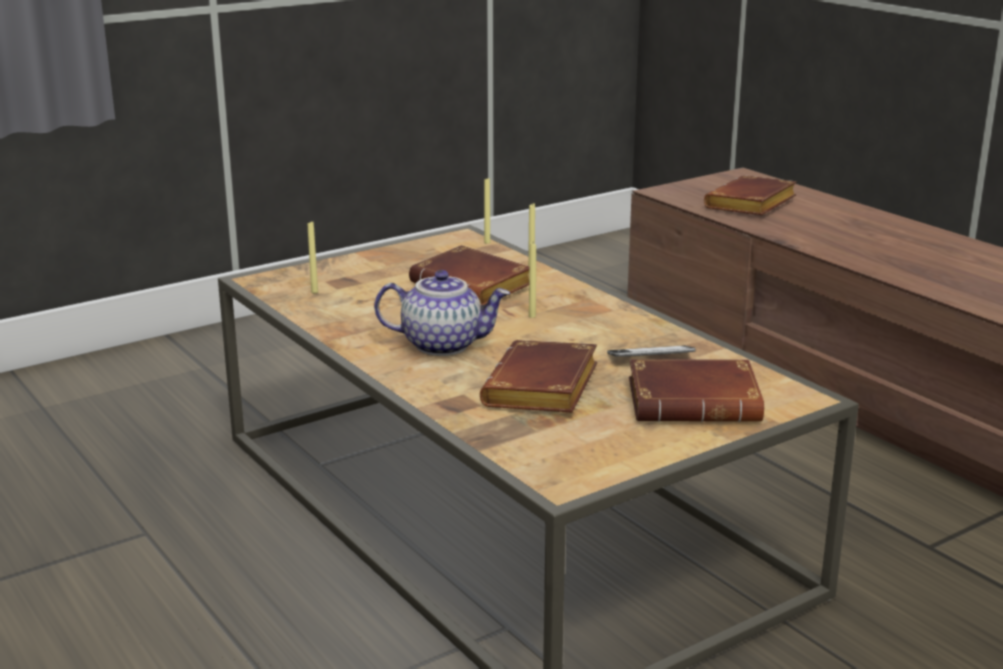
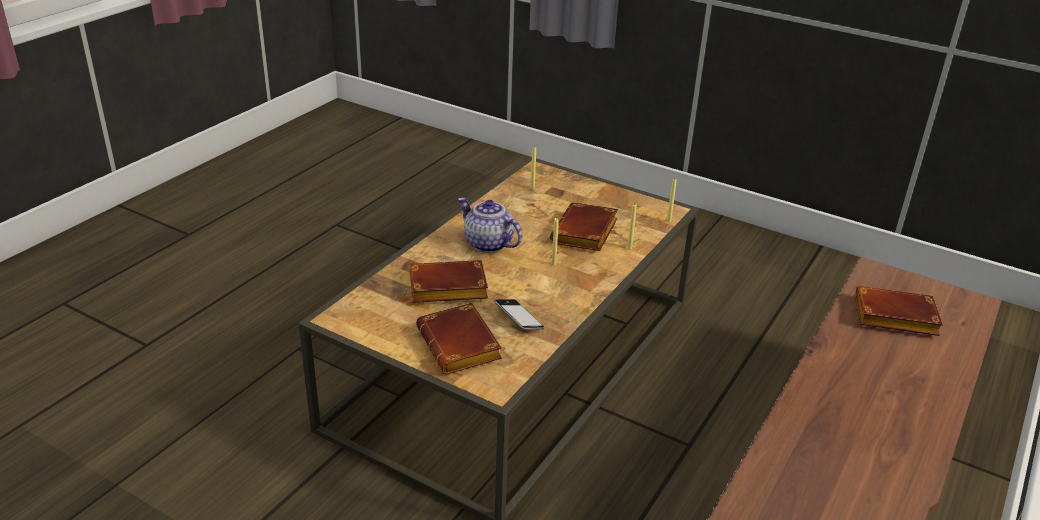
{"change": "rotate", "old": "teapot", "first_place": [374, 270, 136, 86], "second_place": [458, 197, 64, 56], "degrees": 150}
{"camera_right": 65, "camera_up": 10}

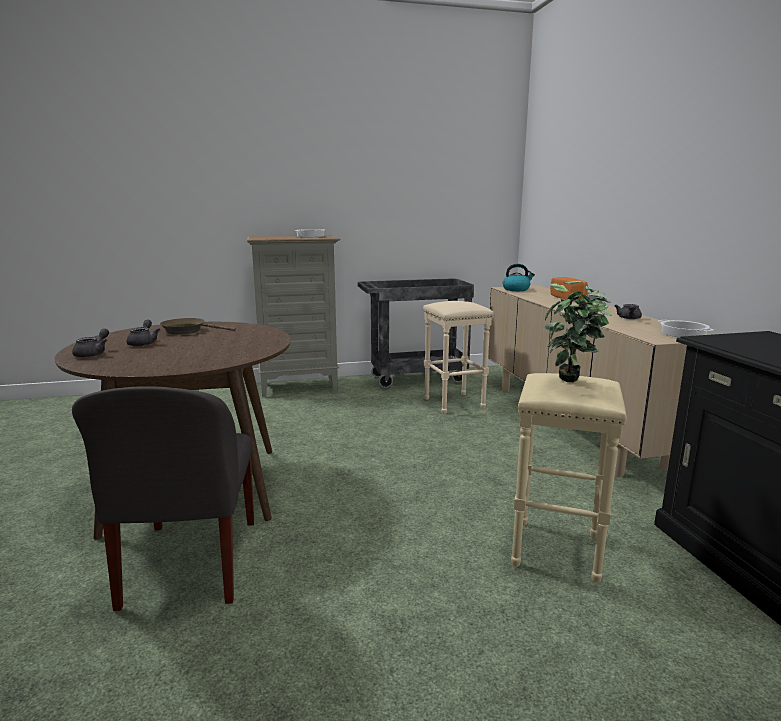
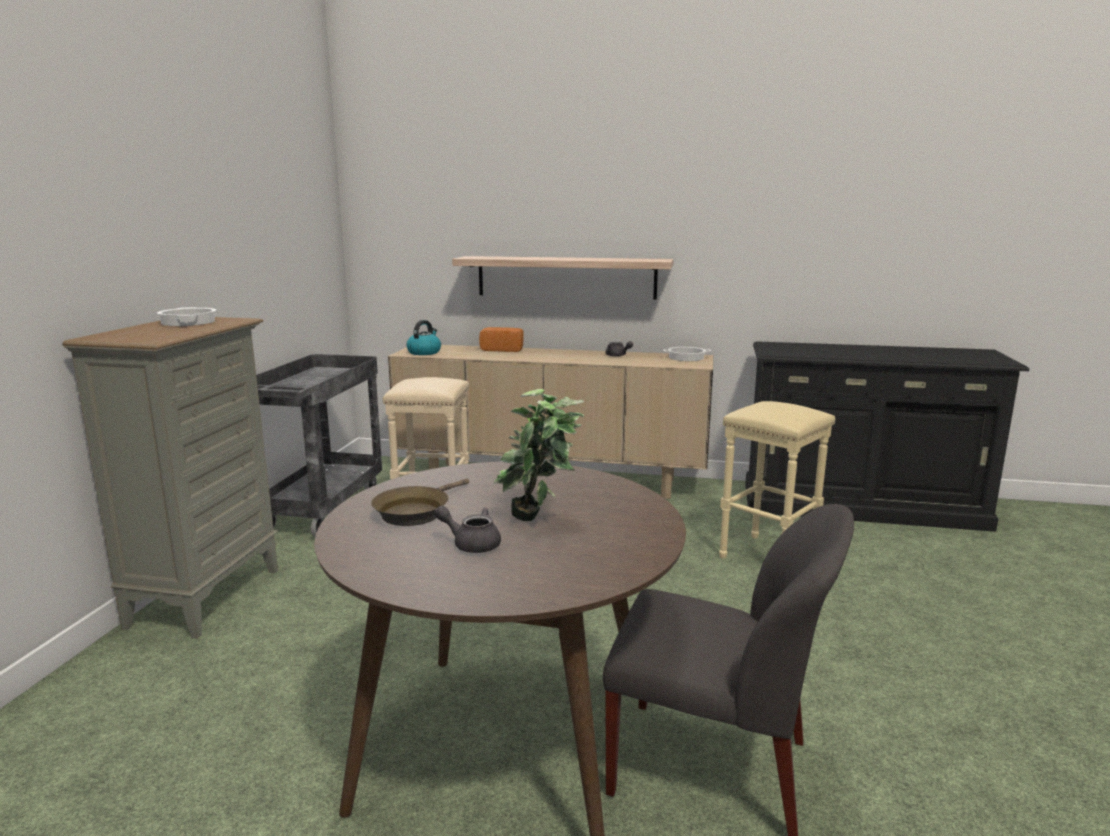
{"change": "move", "old": "plant in a pot", "first_place": [545, 281, 66, 101], "second_place": [494, 389, 90, 132]}
{"change": "delete", "old": "teapot (grey)", "first_place": [72, 328, 37, 30]}
{"change": "insert", "new": "wall shelf", "second_place": [452, 256, 221, 43]}
{"camera_right": -65, "camera_up": 0}

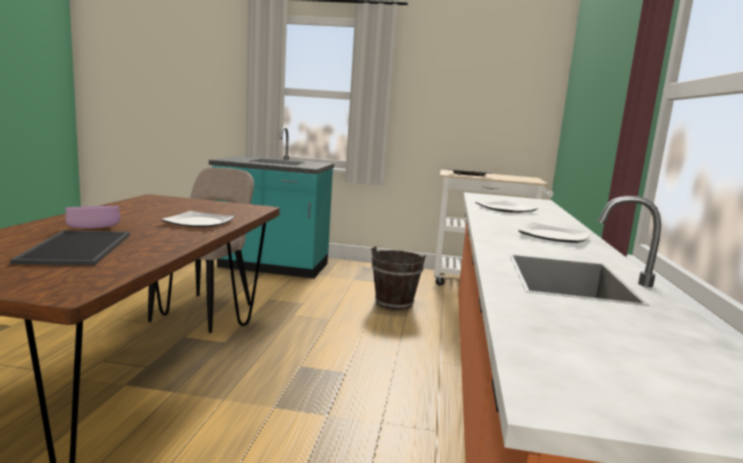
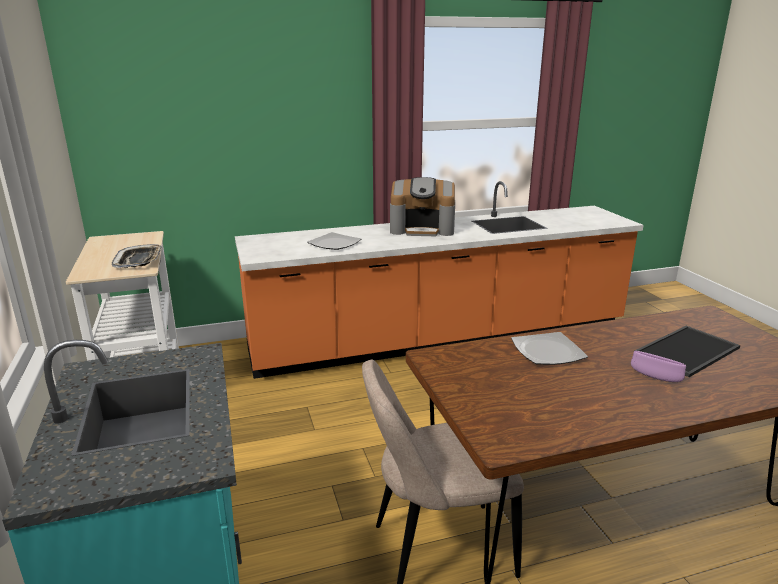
{"change": "replace", "old": "dinner plate", "new": "coffee maker", "first_place": [518, 222, 71, 21], "second_place": [390, 177, 65, 59]}
{"change": "delete", "old": "bucket (brown)", "first_place": [371, 246, 55, 64]}
{"camera_right": -115, "camera_up": 10}

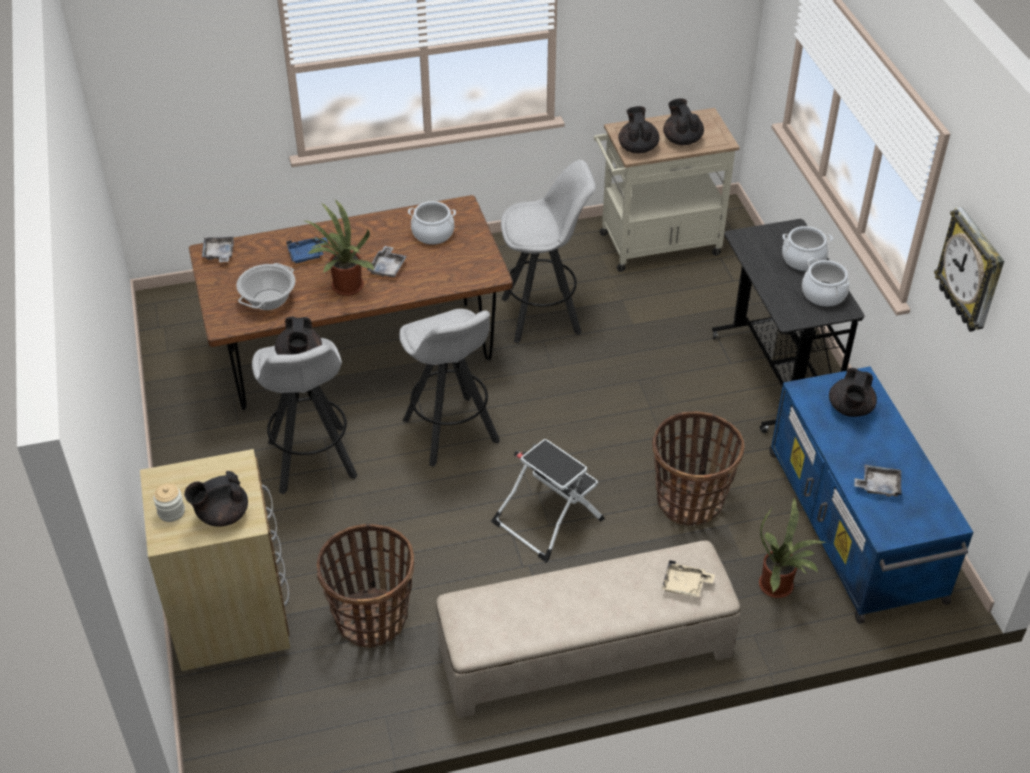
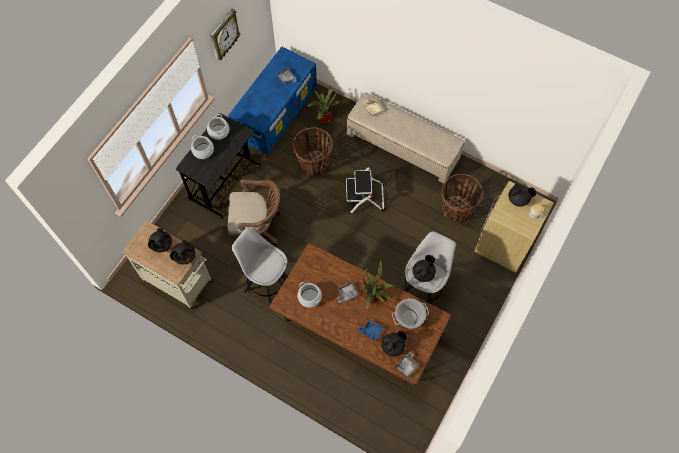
{"change": "delete", "old": "stool seat (grey)", "first_place": [399, 309, 101, 158]}
{"change": "move", "old": "teapot (black-coloured)", "first_place": [829, 368, 48, 49], "second_place": [381, 330, 26, 27]}
{"change": "insert", "new": "desk chair (brown)", "second_place": [221, 180, 59, 67]}
{"camera_right": -135, "camera_up": 20}

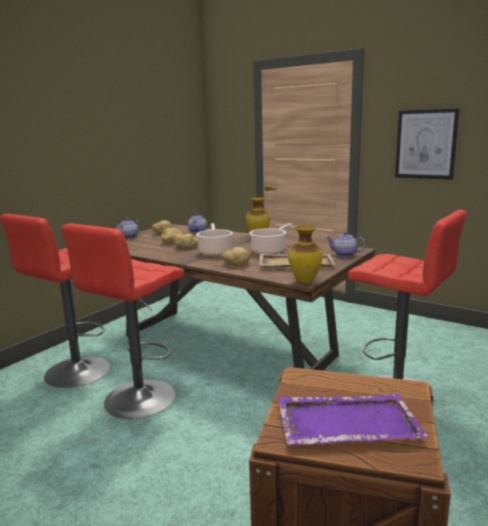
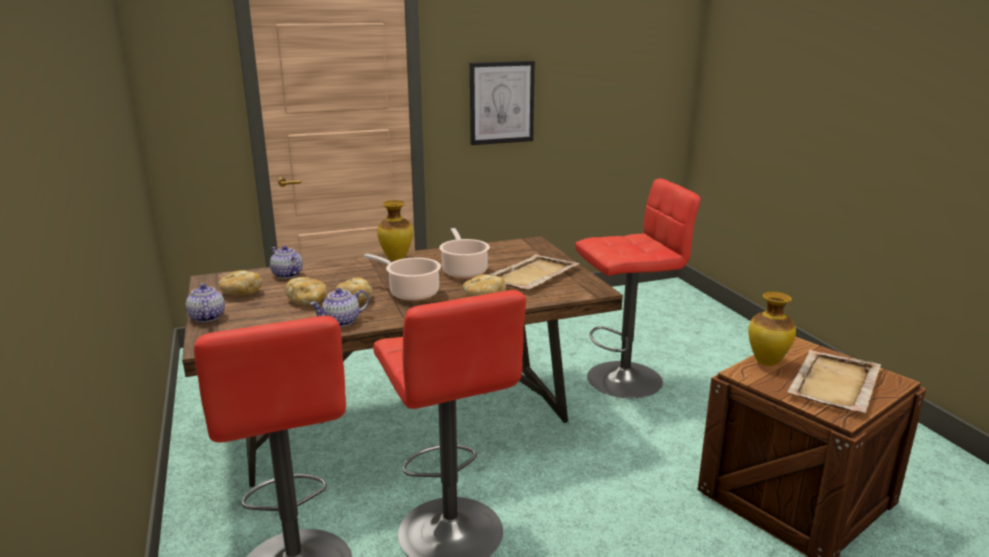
{"change": "move", "old": "vase", "first_place": [288, 225, 35, 59], "second_place": [748, 291, 48, 75]}
{"change": "move", "old": "teapot", "first_place": [326, 232, 39, 25], "second_place": [310, 288, 59, 39]}
{"change": "recolor", "old": "serving tray (purple-coloured)", "new": "serving tray (beige)", "first_place": [278, 393, 150, 52], "second_place": [787, 350, 94, 63]}
{"camera_right": -55, "camera_up": 5}

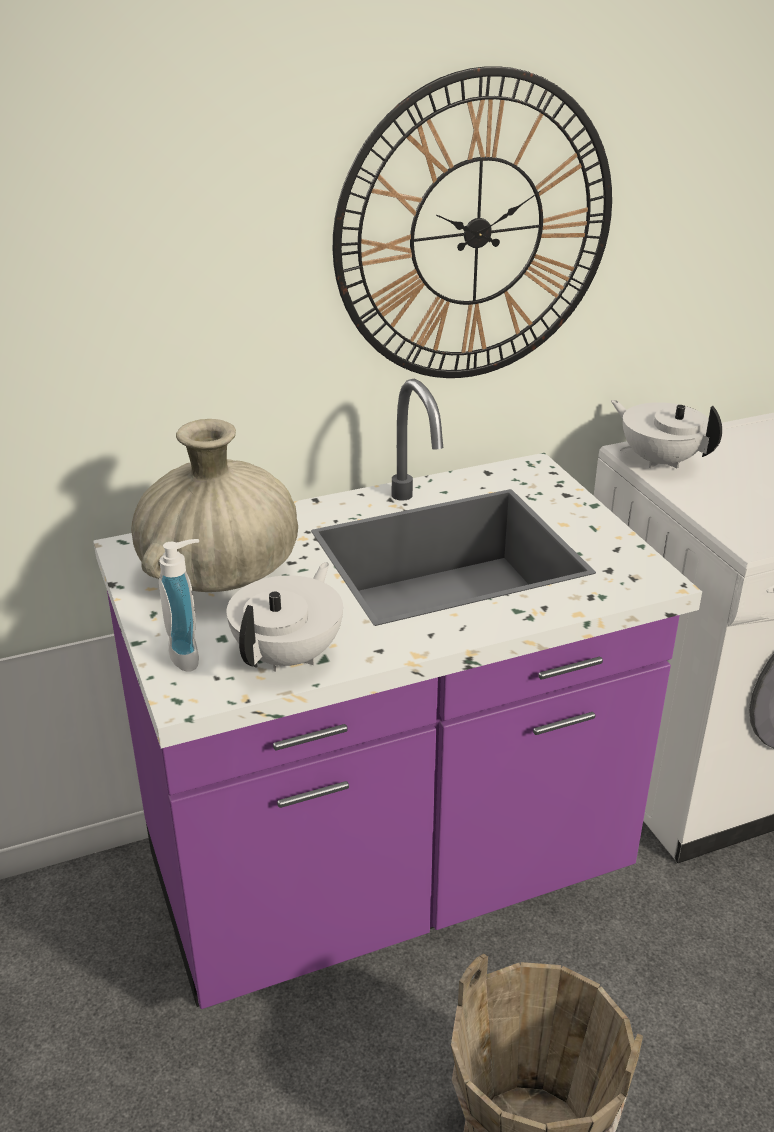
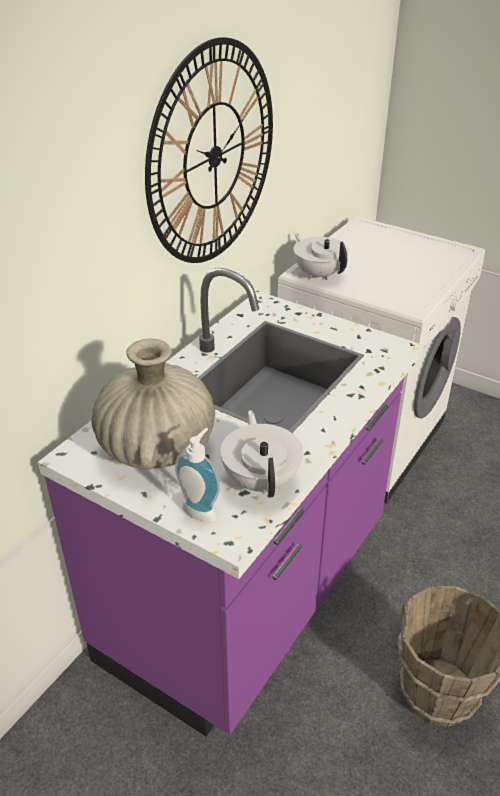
{"change": "rotate", "old": "teapot (white-coloured)", "first_place": [611, 400, 111, 68], "second_place": [293, 233, 56, 47], "degrees": 45}
{"camera_right": -35, "camera_up": 5}

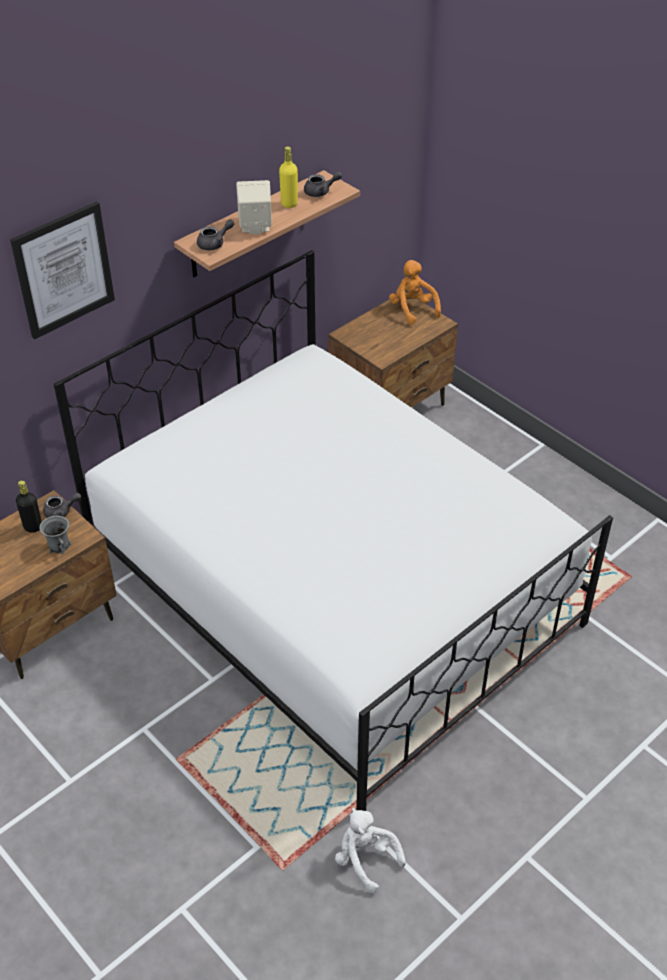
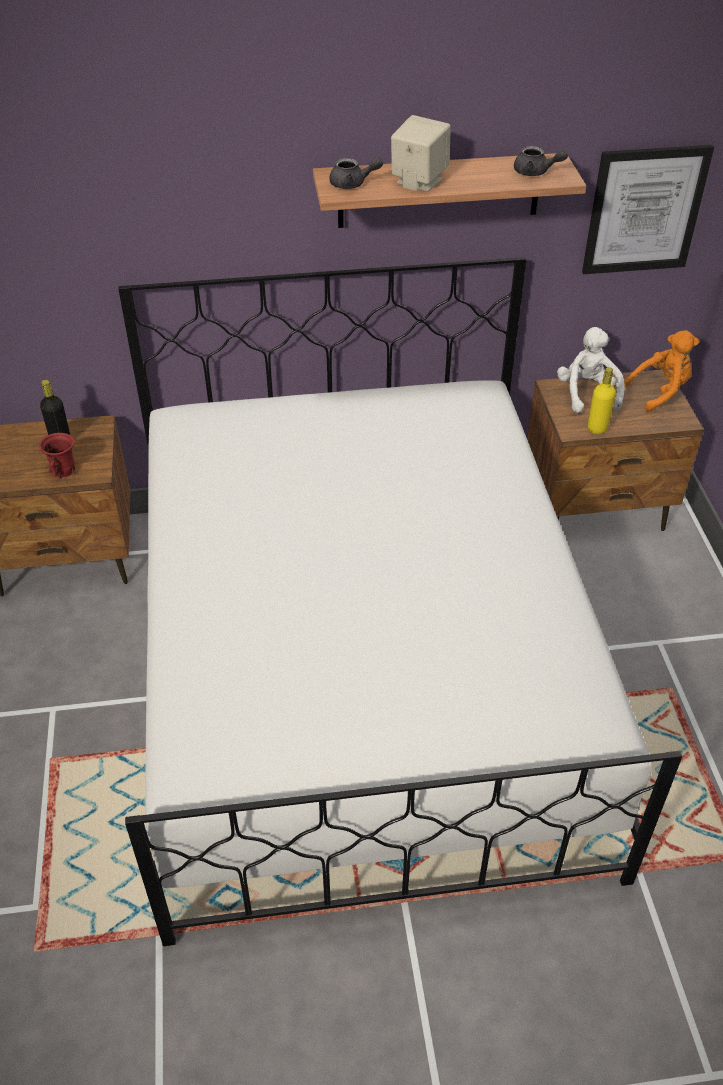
{"change": "move", "old": "drink bottle (yellow)", "first_place": [279, 146, 19, 62], "second_place": [588, 367, 28, 67]}
{"change": "move", "old": "wall art", "first_place": [10, 201, 105, 138], "second_place": [582, 145, 132, 129]}
{"change": "rotate", "old": "soft toy (orange-coloured)", "first_place": [389, 260, 52, 65], "second_place": [624, 330, 75, 82], "degrees": 60}
{"change": "delete", "old": "teapot (grey)", "first_place": [43, 493, 38, 25]}
{"change": "recolor", "old": "tea mug (grey)", "new": "tea mug (red-coloured)", "first_place": [39, 516, 32, 38], "second_place": [39, 433, 37, 46]}
{"change": "move", "old": "soft toy (white-coloured)", "first_place": [335, 808, 71, 85], "second_place": [557, 327, 68, 86]}
{"camera_right": 35, "camera_up": 0}

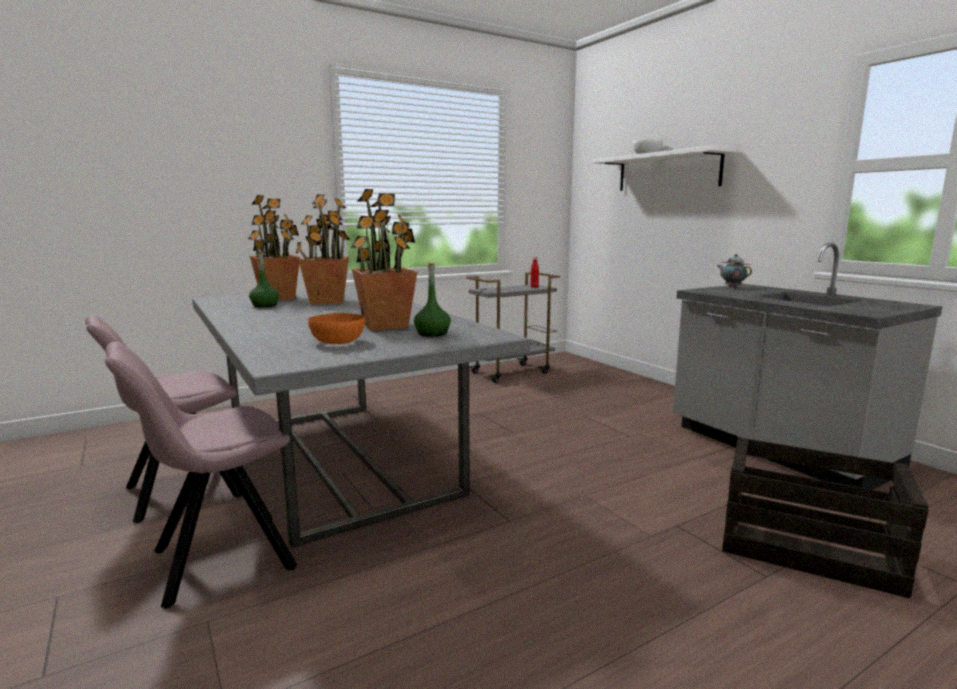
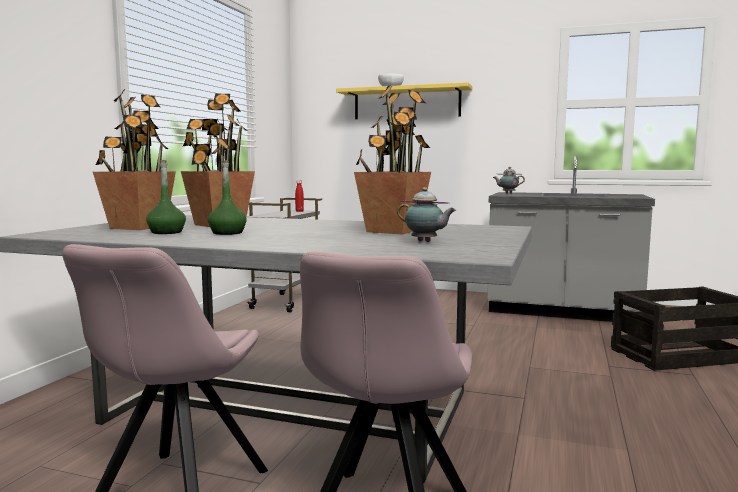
{"change": "recolor", "old": "wall shelf (white-coloured)", "new": "wall shelf (yellow)", "first_place": [593, 145, 144, 46], "second_place": [336, 82, 136, 37]}
{"change": "move", "old": "drink bottle (green-coloured)", "first_place": [414, 263, 37, 74], "second_place": [208, 160, 39, 75]}
{"change": "replace", "old": "serving bowl (orange-coloured)", "new": "teapot", "first_place": [308, 313, 57, 31], "second_place": [397, 187, 59, 55]}
{"camera_right": -40, "camera_up": -5}

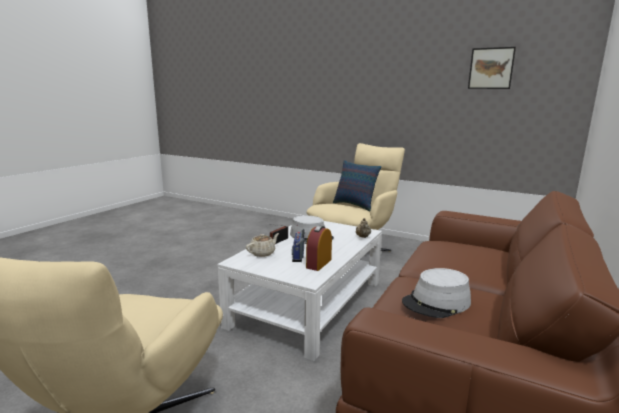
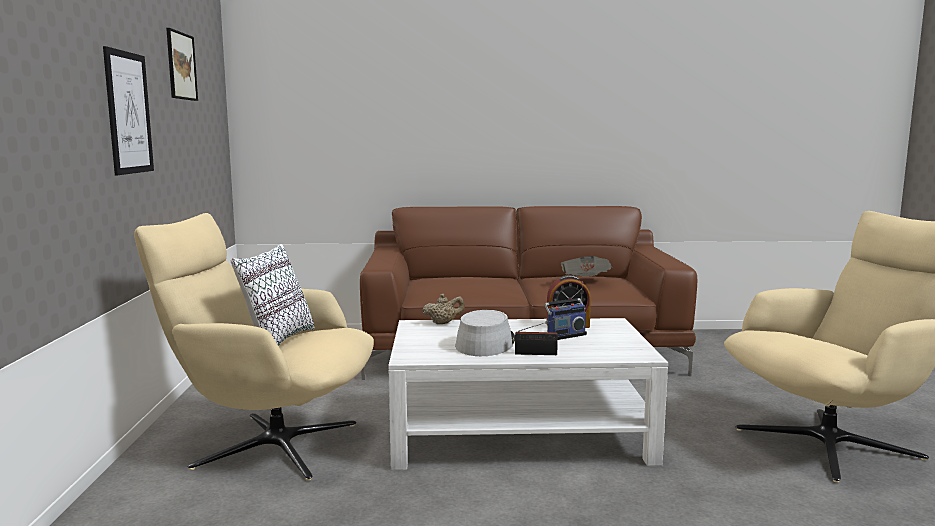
{"change": "recolor", "old": "cushion (blue)", "new": "cushion (white-coloured)", "first_place": [333, 160, 48, 51], "second_place": [231, 244, 84, 102]}
{"change": "delete", "old": "teapot (beige)", "first_place": [246, 233, 33, 24]}
{"change": "replace", "old": "wearable hat (grey)", "new": "daily paper", "first_place": [402, 268, 69, 50], "second_place": [561, 256, 52, 20]}
{"change": "insert", "new": "wall art", "second_place": [103, 46, 51, 129]}
{"camera_right": -120, "camera_up": -5}

